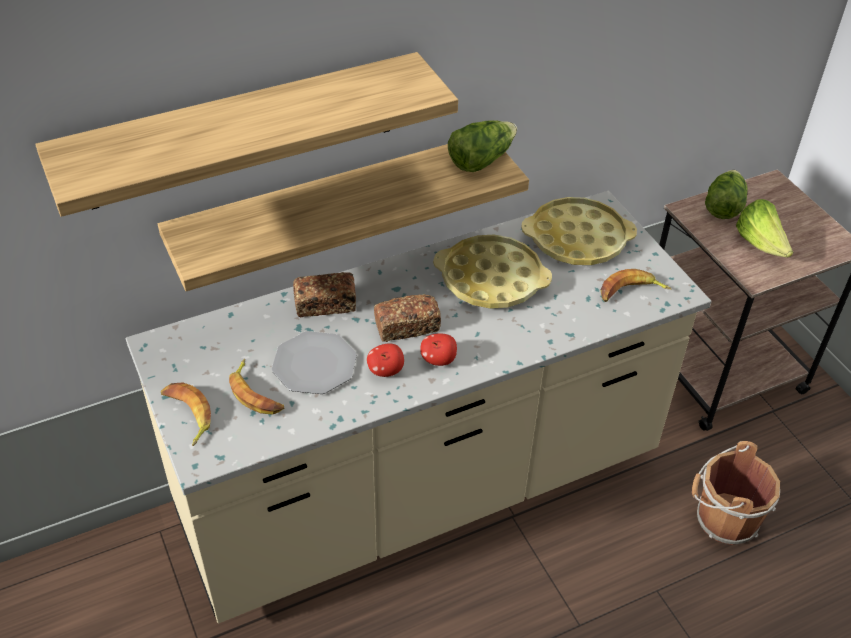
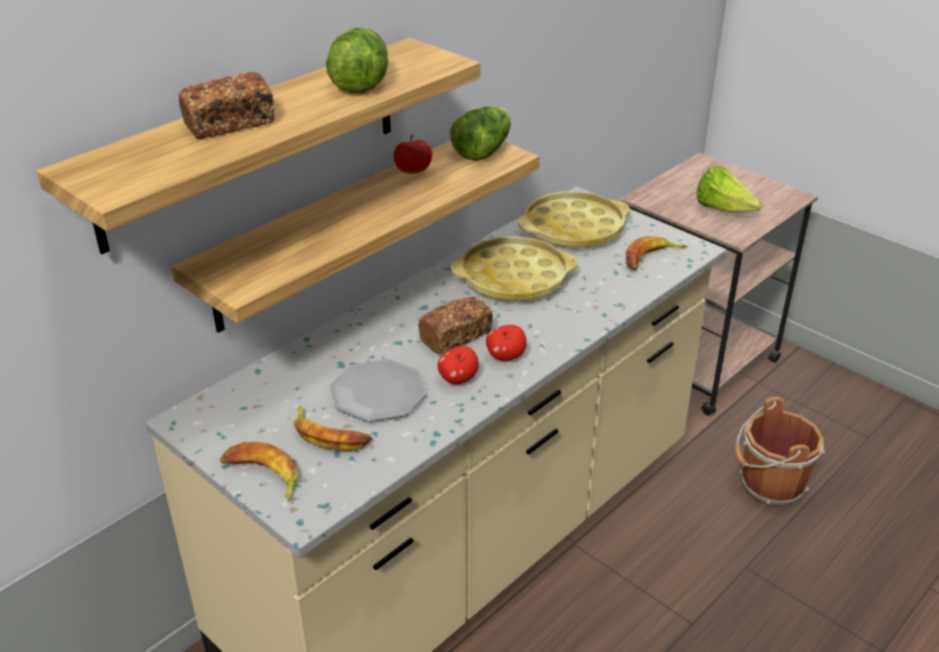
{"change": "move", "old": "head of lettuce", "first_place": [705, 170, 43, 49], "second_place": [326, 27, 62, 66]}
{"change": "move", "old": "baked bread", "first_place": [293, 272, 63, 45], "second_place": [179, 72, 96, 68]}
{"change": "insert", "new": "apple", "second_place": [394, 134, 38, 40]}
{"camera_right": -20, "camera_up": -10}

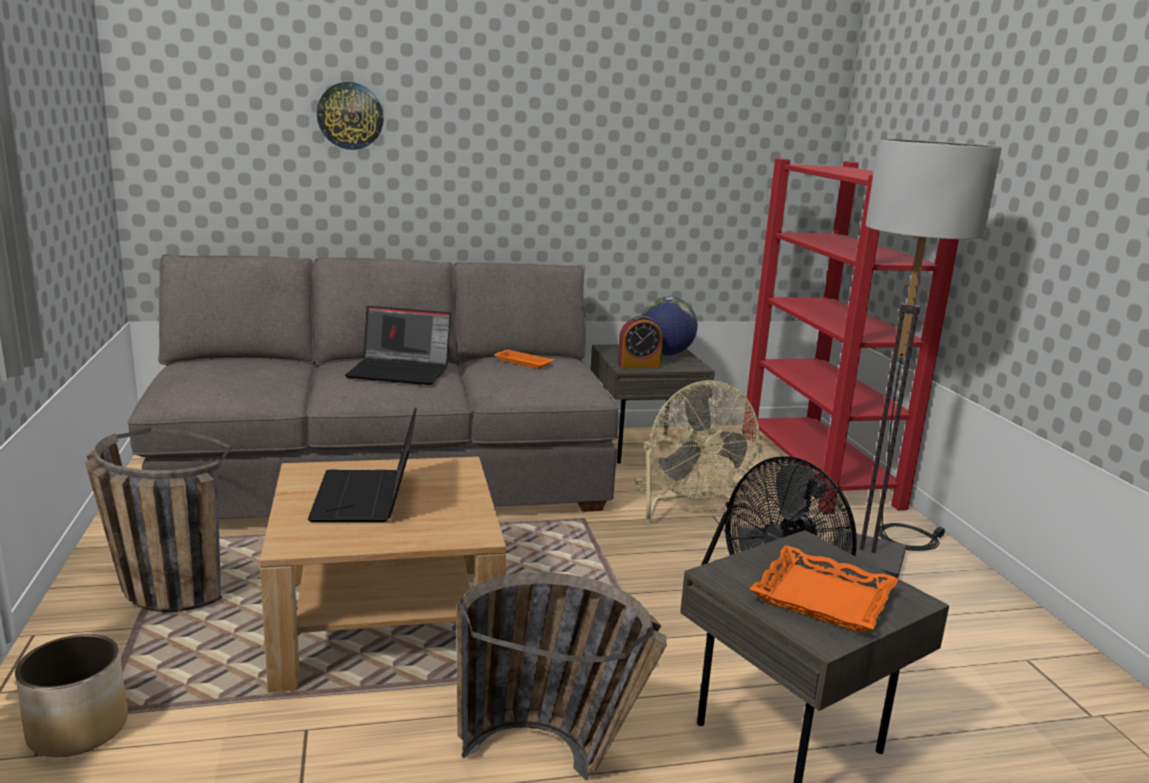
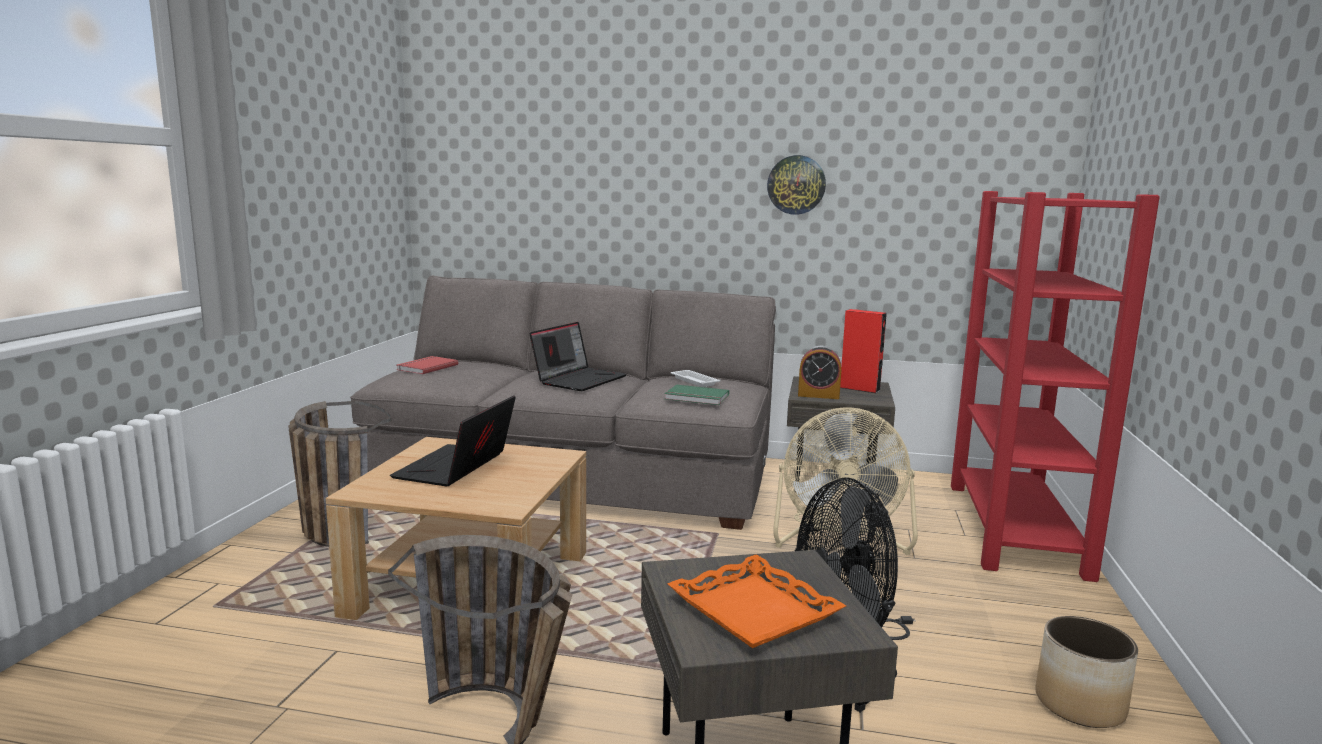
{"change": "move", "old": "hanging clock", "first_place": [317, 82, 67, 68], "second_place": [767, 155, 59, 60]}
{"change": "delete", "old": "floor lamp", "first_place": [833, 139, 169, 439]}
{"change": "replace", "old": "desk globe", "new": "audio speaker (red-coloured)", "first_place": [642, 297, 56, 58], "second_place": [840, 309, 47, 84]}
{"change": "rotate", "old": "portable computer", "first_place": [345, 306, 106, 79], "second_place": [530, 322, 97, 69], "degrees": -90}
{"change": "recolor", "old": "serving tray (orange-coloured)", "new": "serving tray (white-coloured)", "first_place": [494, 350, 60, 19], "second_place": [671, 370, 50, 17]}
{"change": "move", "old": "flower pot", "first_place": [15, 634, 113, 123], "second_place": [1036, 616, 102, 112]}
{"change": "insert", "new": "volume (red-coloured)", "second_place": [397, 356, 61, 18]}
{"change": "insert", "new": "volume (green-coloured)", "second_place": [664, 385, 65, 20]}
{"camera_right": 25, "camera_up": -5}

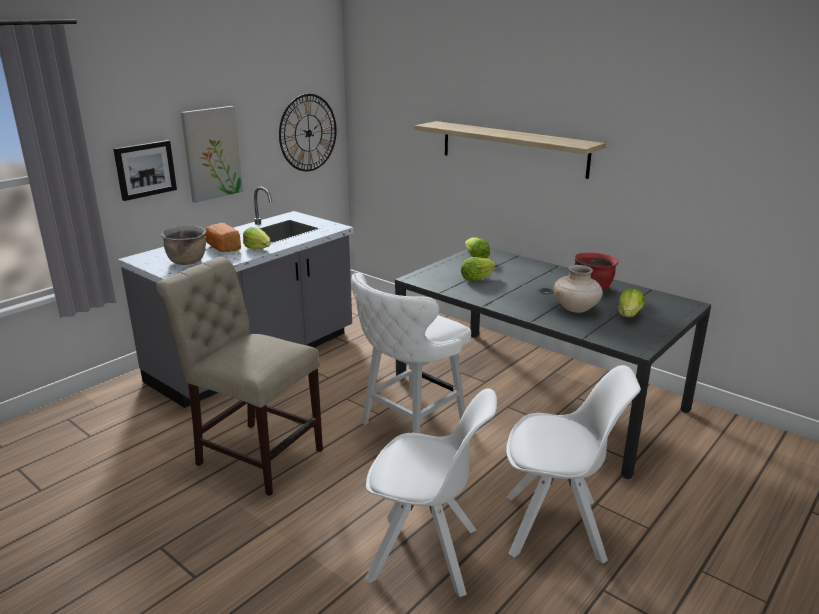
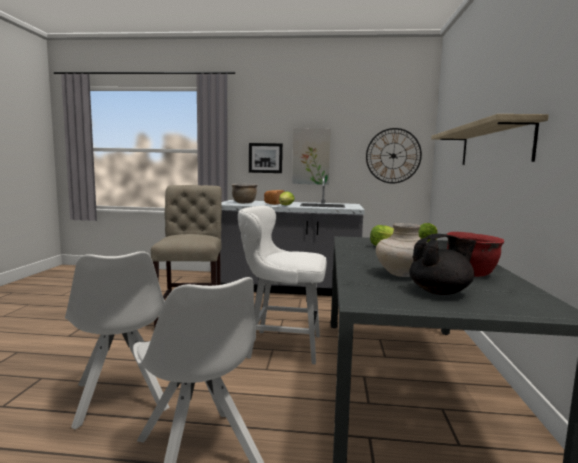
{"change": "replace", "old": "head of lettuce", "new": "teapot (black-coloured)", "first_place": [617, 288, 28, 29], "second_place": [409, 234, 67, 61]}
{"camera_right": 55, "camera_up": -15}

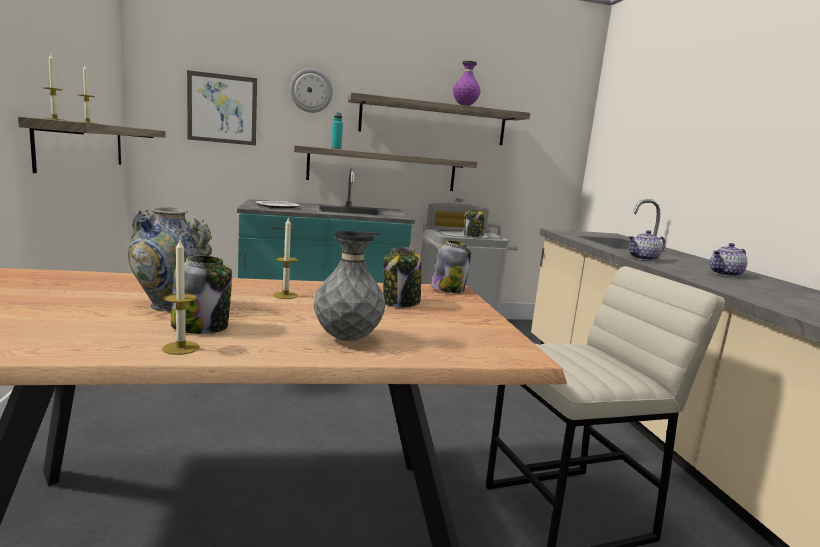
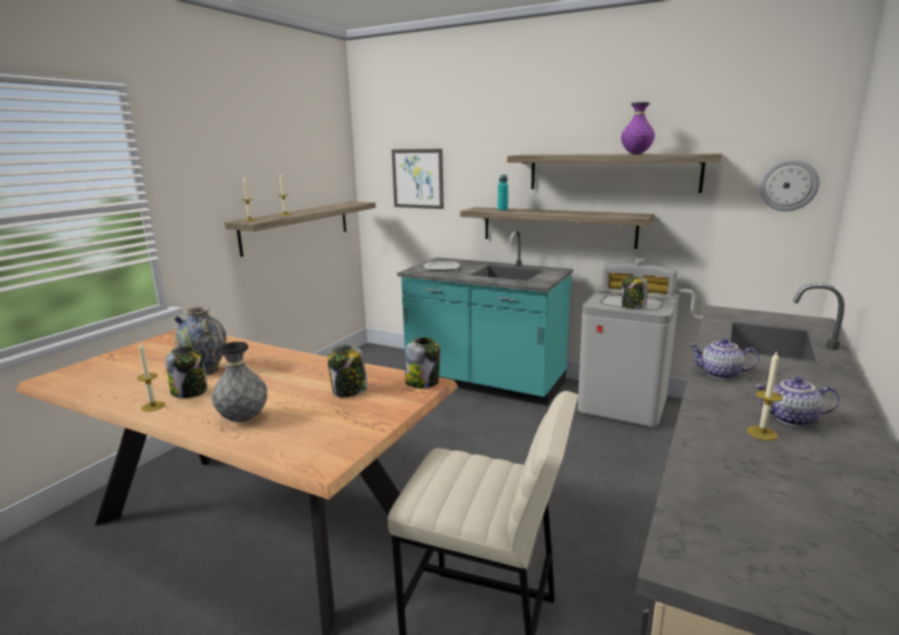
{"change": "move", "old": "hanging clock", "first_place": [290, 68, 43, 45], "second_place": [760, 159, 59, 52]}
{"change": "move", "old": "wax candle", "first_place": [273, 217, 25, 82], "second_place": [747, 351, 36, 89]}
{"camera_right": 40, "camera_up": 5}

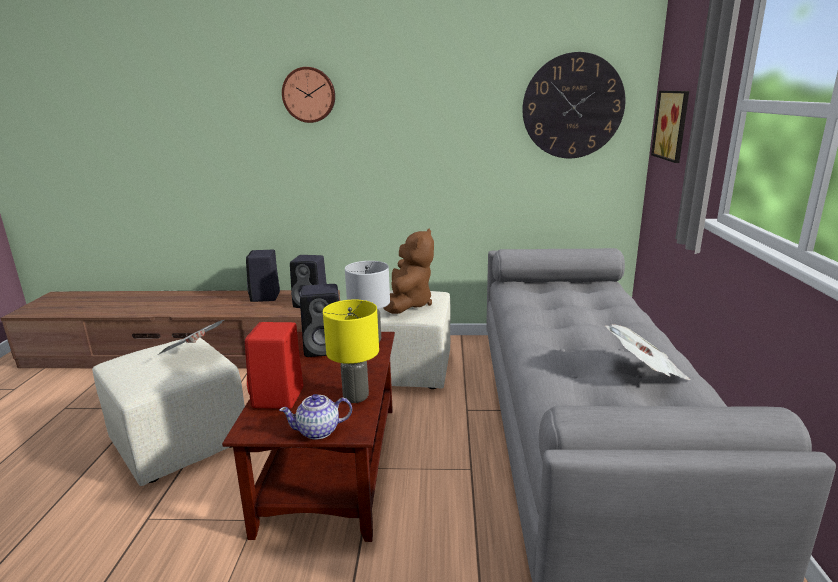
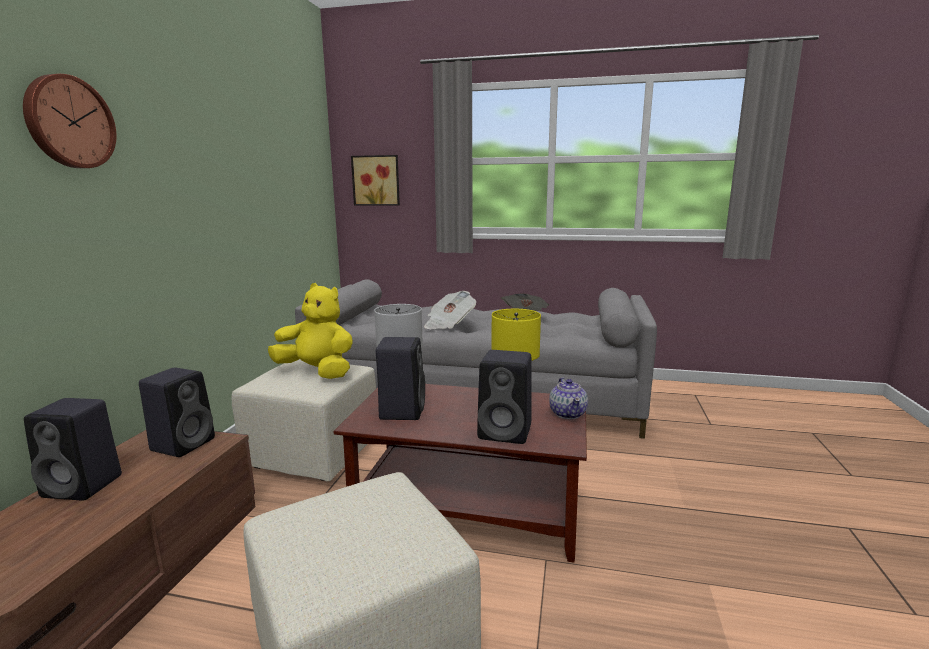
{"change": "delete", "old": "hanging clock", "first_place": [522, 52, 103, 106]}
{"change": "recolor", "old": "soft toy (brown)", "new": "soft toy (yellow)", "first_place": [383, 229, 51, 85], "second_place": [268, 283, 85, 96]}
{"change": "move", "old": "daily paper", "first_place": [158, 320, 66, 35], "second_place": [424, 291, 52, 38]}
{"change": "recolor", "old": "audio speaker (red-coloured)", "new": "audio speaker (black-coloured)", "first_place": [245, 322, 58, 87], "second_place": [477, 350, 55, 94]}
{"camera_right": -80, "camera_up": -5}

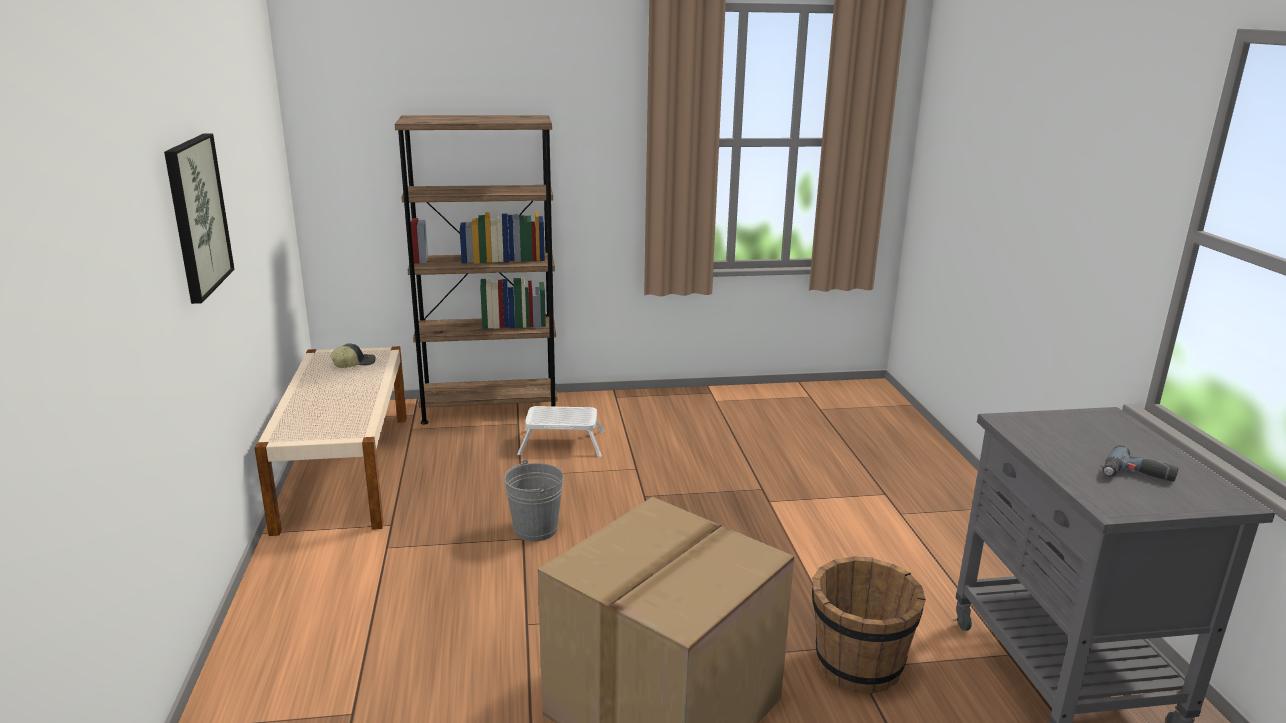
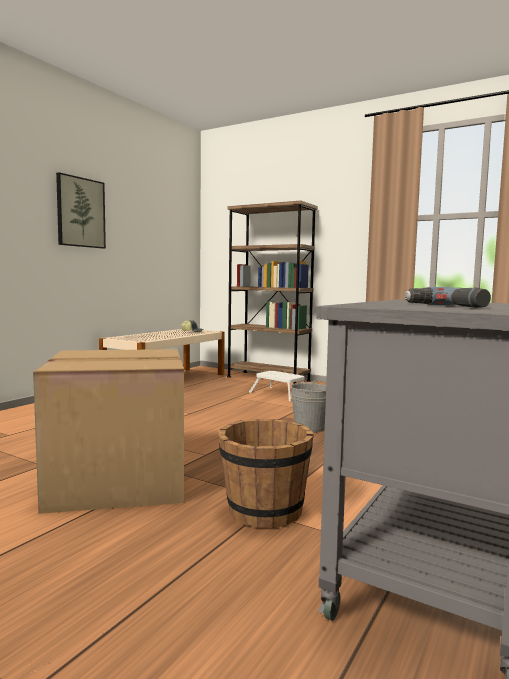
{"change": "move", "old": "bucket (grey)", "first_place": [504, 460, 59, 81], "second_place": [291, 380, 35, 53]}
{"camera_right": 40, "camera_up": -15}

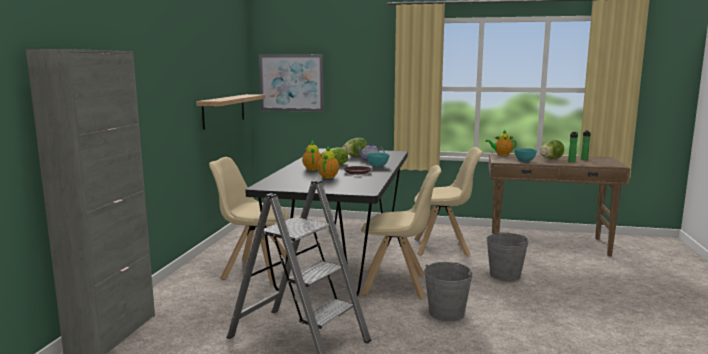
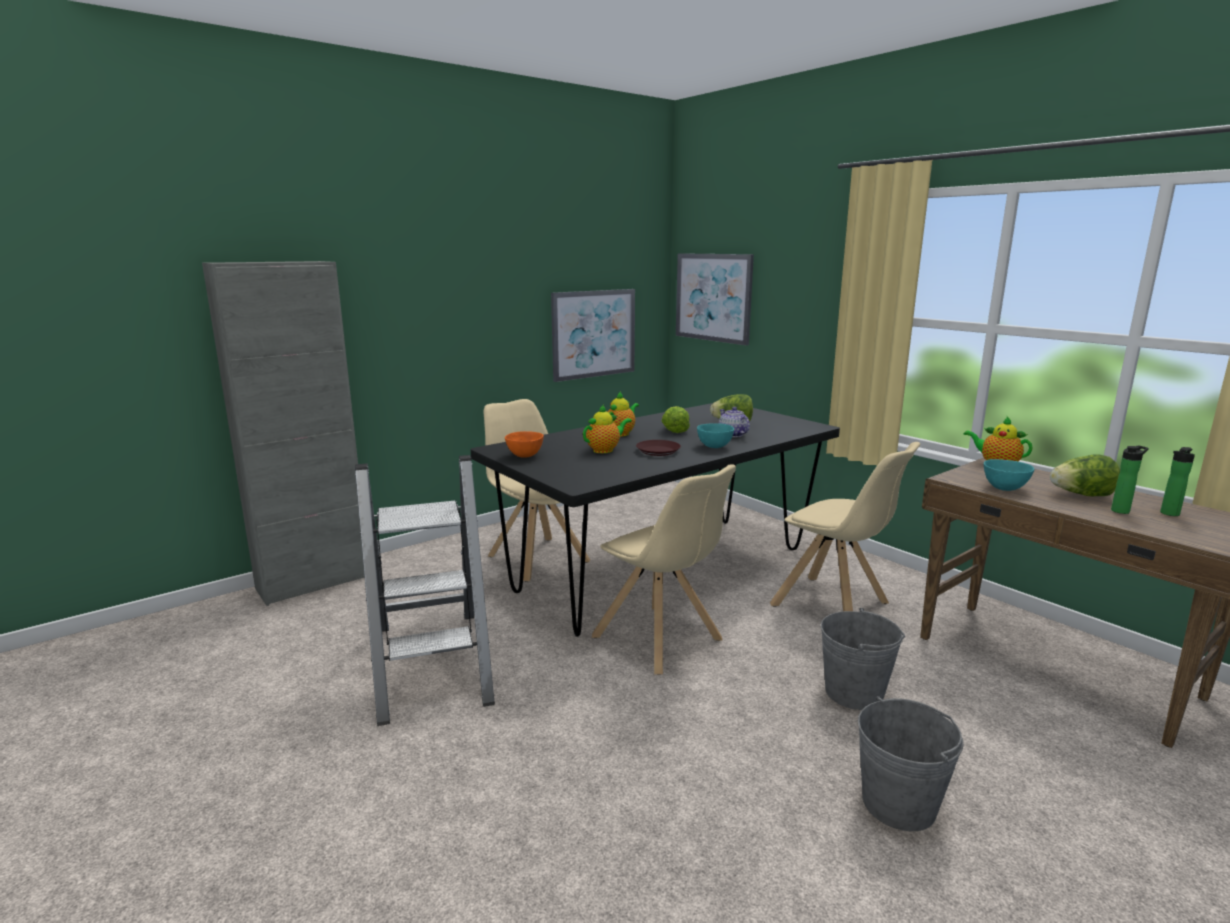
{"change": "replace", "old": "wall shelf", "new": "wall art", "first_place": [196, 94, 69, 36], "second_place": [551, 289, 84, 93]}
{"change": "move", "old": "bucket (grey)", "first_place": [424, 262, 49, 59], "second_place": [858, 696, 106, 135]}
{"change": "insert", "new": "serving bowl (orange-coloured)", "second_place": [505, 431, 39, 27]}
{"camera_right": 40, "camera_up": 5}

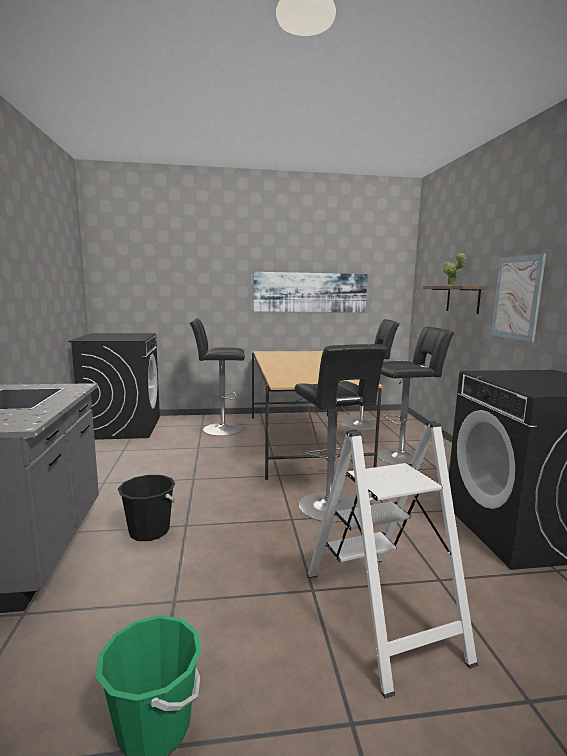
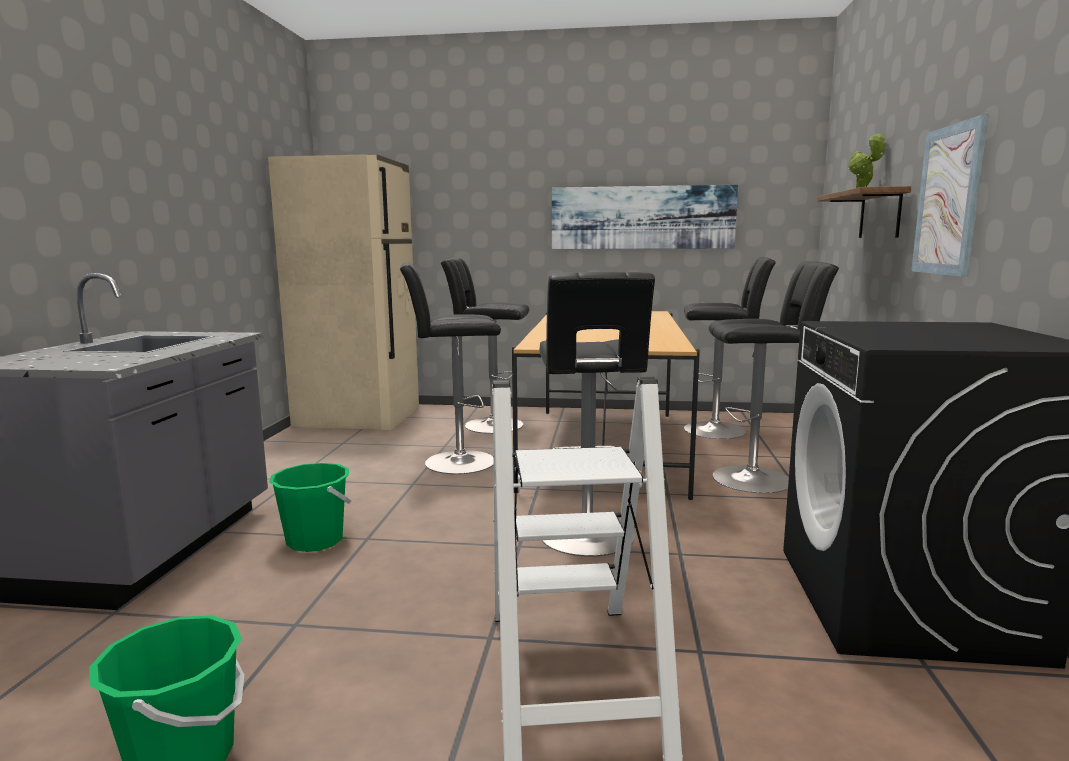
{"change": "replace", "old": "laundry appliance (black-coloured)", "new": "kitchen fridge (beige)", "first_place": [69, 333, 91, 107], "second_place": [268, 154, 151, 276]}
{"change": "recolor", "old": "bucket (black-coloured)", "new": "bucket (green-coloured)", "first_place": [118, 475, 58, 66], "second_place": [269, 463, 82, 89]}
{"change": "insert", "new": "stool seat (black-coloured)", "second_place": [400, 262, 101, 212]}
{"camera_right": 15, "camera_up": 0}

